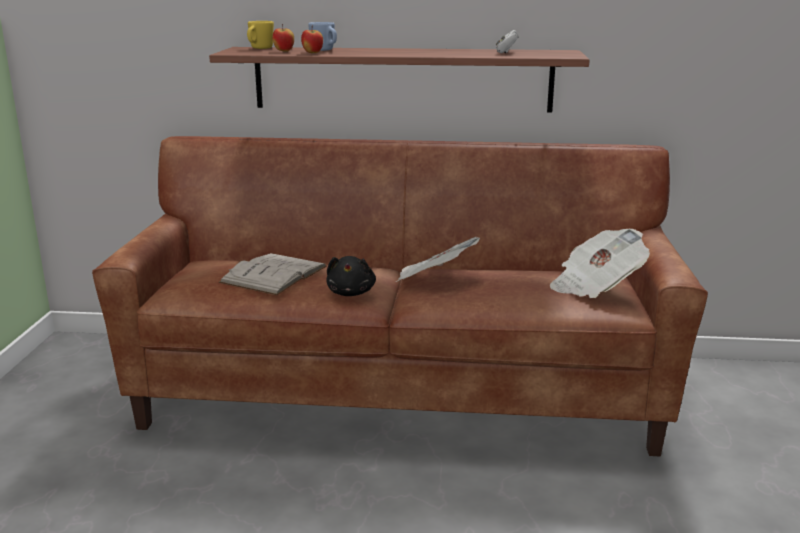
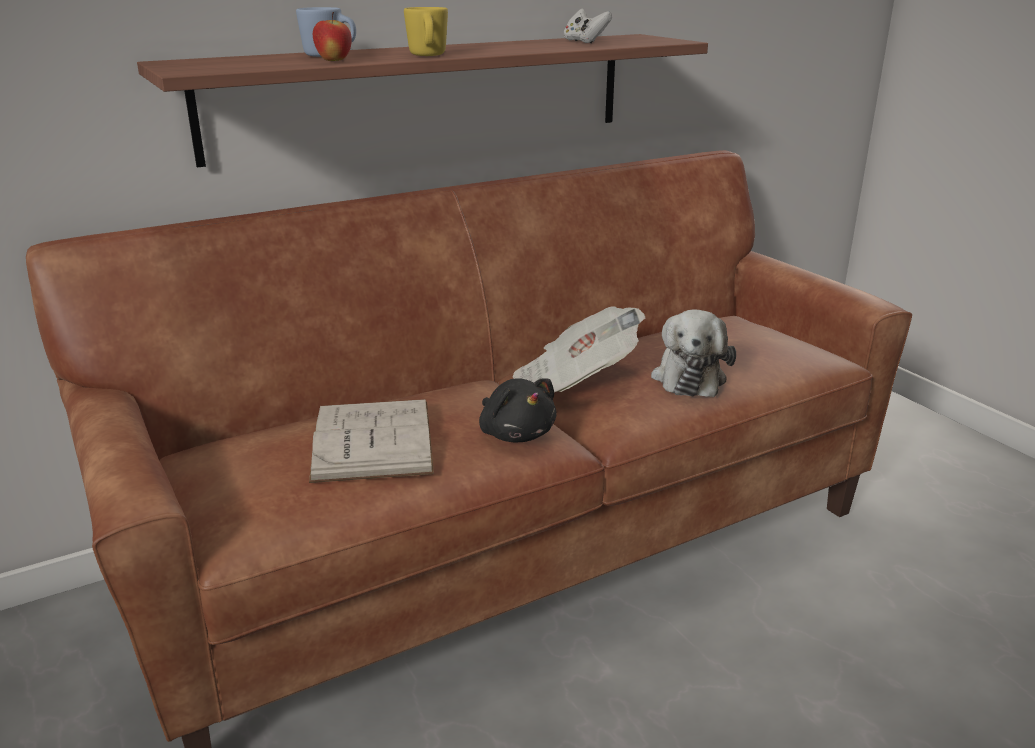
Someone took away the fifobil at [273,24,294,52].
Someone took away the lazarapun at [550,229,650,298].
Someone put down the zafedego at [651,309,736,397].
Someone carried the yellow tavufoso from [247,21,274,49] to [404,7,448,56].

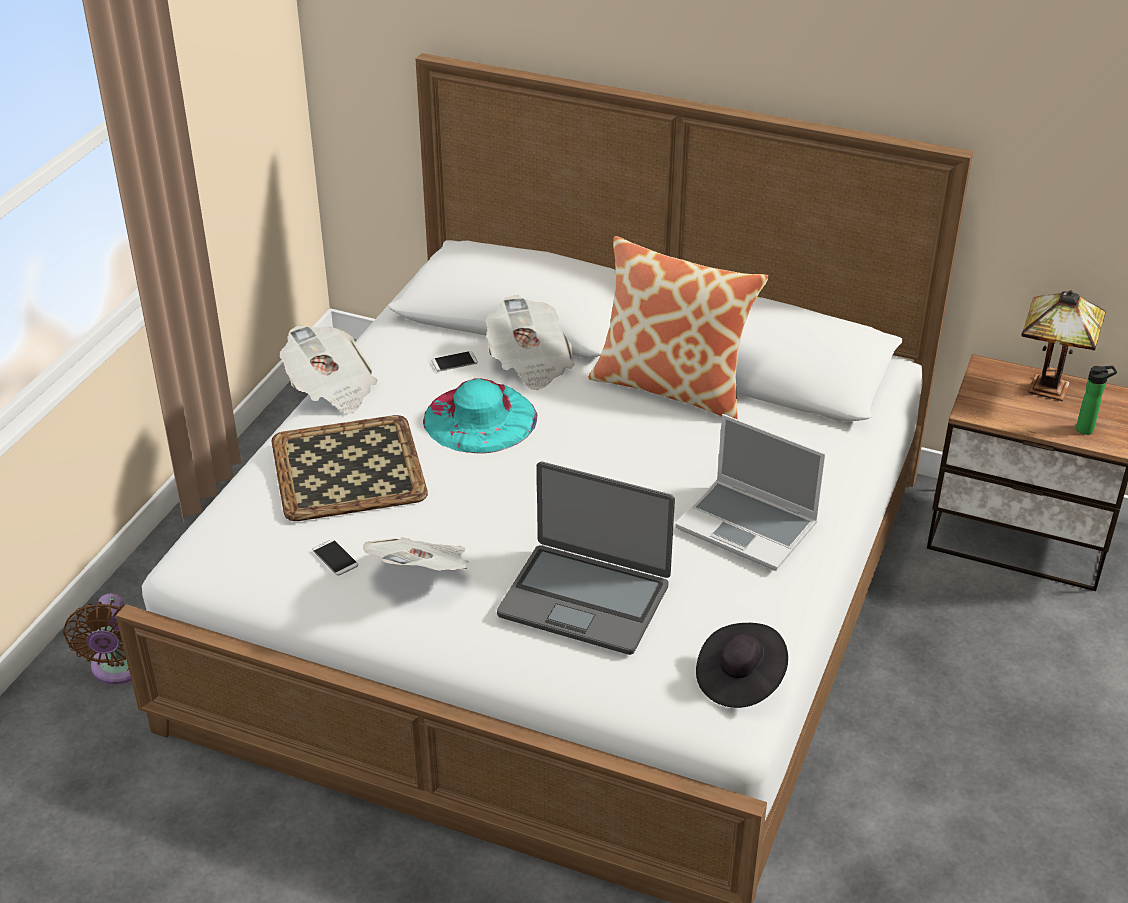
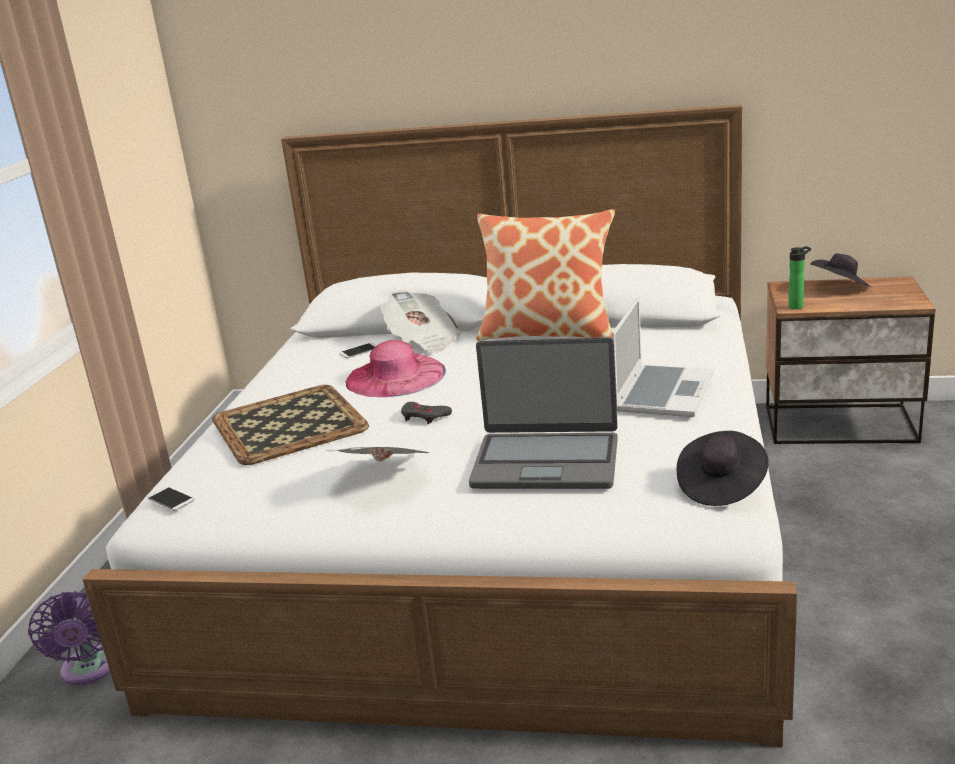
Someone took away the lazarapun at [280,325,378,414].
Someone put down the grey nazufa at [401,402,452,424].
Someone carried the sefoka from [312,539,358,576] to [147,487,194,511].
Someone carried the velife from [1076,366,1117,435] to [788,246,811,309].
Someone swapped the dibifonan at [1021,290,1106,402] for the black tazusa at [811,253,871,287].
Someone repainted the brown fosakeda at [63,593,131,684], which became the purple fosakeda at [28,591,110,685].
Someone repainted the turquoise tazusa at [423,378,537,454], which became the pink tazusa at [346,340,446,397].
Someone rotated the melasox at [675,414,826,571] by 90 degrees counterclockwise.

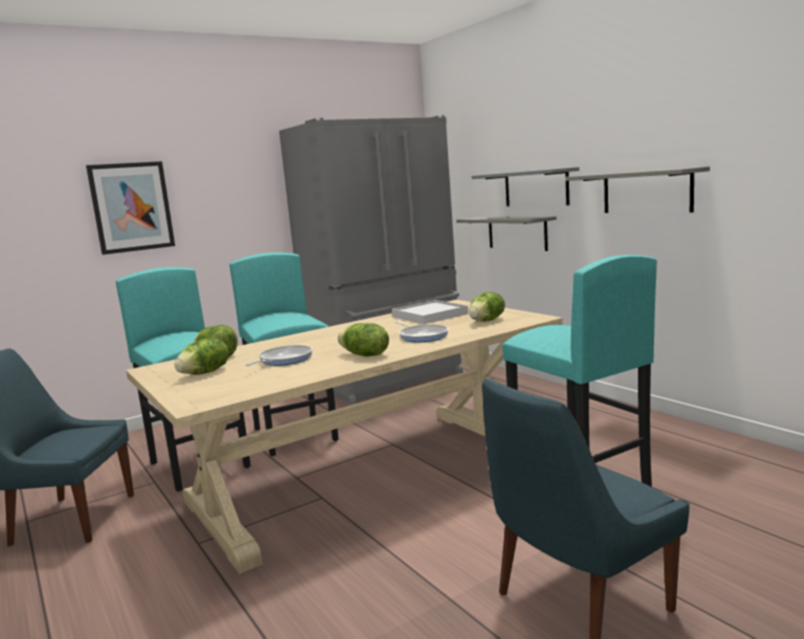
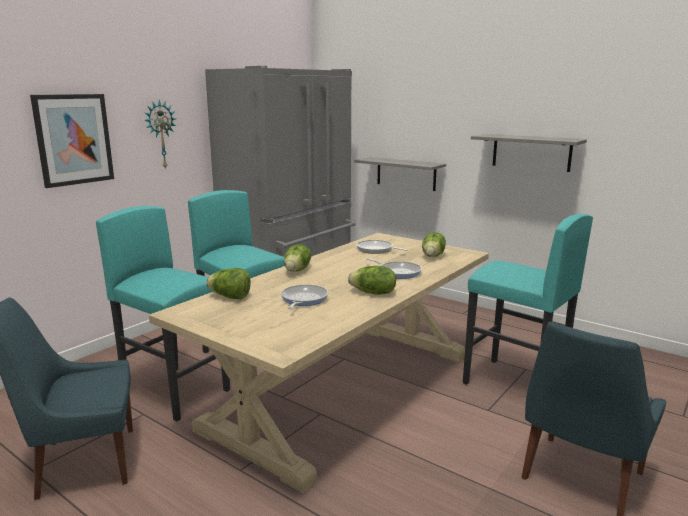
Someone took away the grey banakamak at [472,167,579,206].
Someone put up the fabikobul at [144,100,176,170].
Someone carried the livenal from [174,338,229,375] to [284,244,311,272].
Someone swapped the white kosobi at [392,300,469,324] for the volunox at [356,240,408,254].

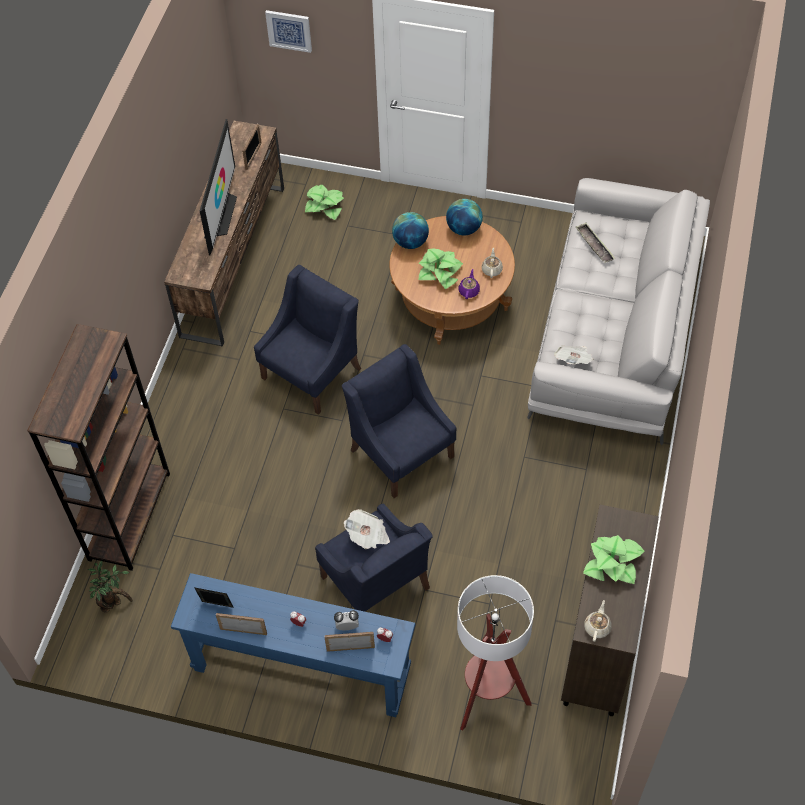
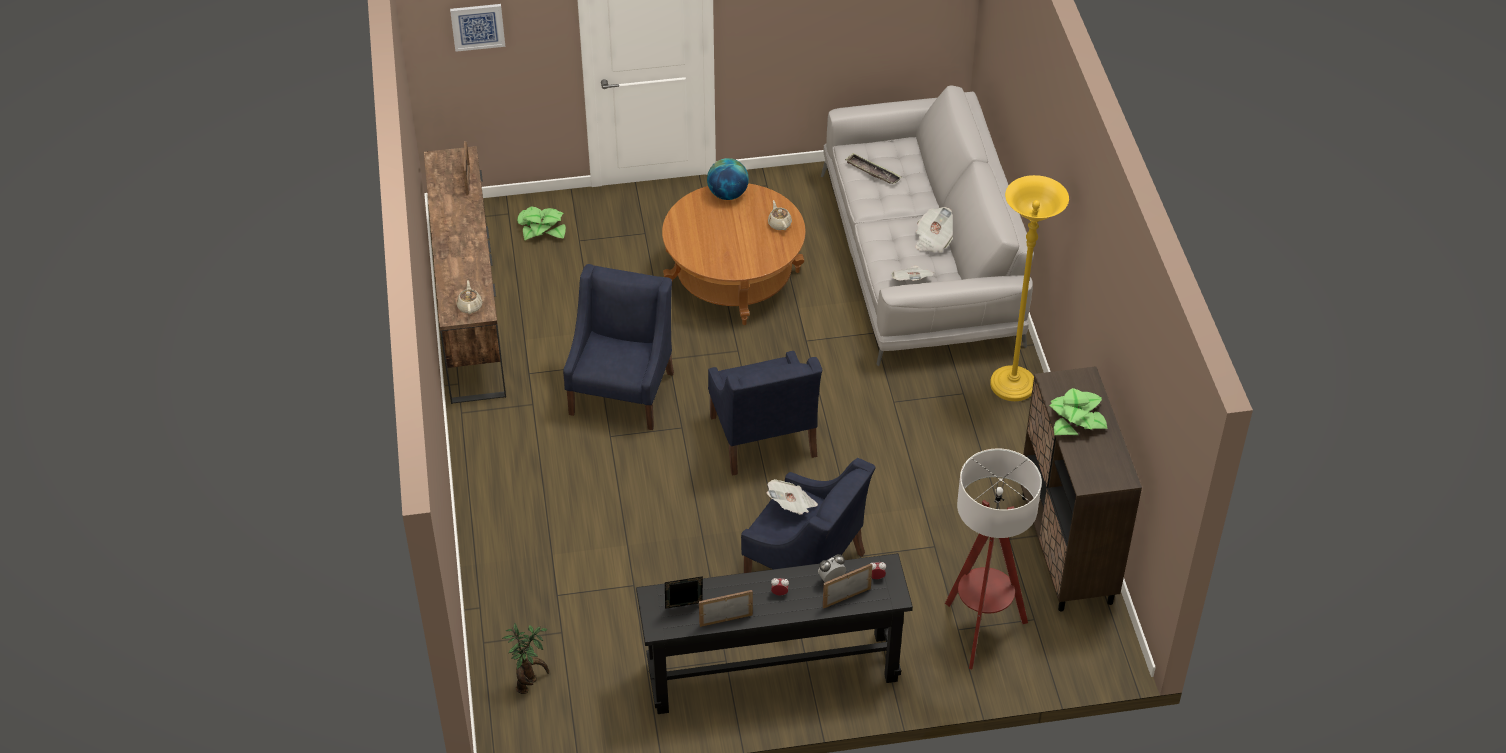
Someone took away the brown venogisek at [27,324,170,571].
Someone took away the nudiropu at [200,119,237,255].
Someone took away the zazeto at [392,212,429,249].
Someone took away the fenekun at [418,248,463,289].
Someone took away the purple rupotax at [459,269,480,299].
Someone put down the lazarapun at [916,207,953,253].
Someone put down the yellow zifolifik at [990,175,1069,401].
Someone carried the beige rupotax from [584,600,612,642] to [456,280,482,314].
Someone repainted the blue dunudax at [171,573,415,717], which became the black dunudax at [636,553,913,714].
Someone rotated the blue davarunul at [342,344,456,498] by 135 degrees counterclockwise.

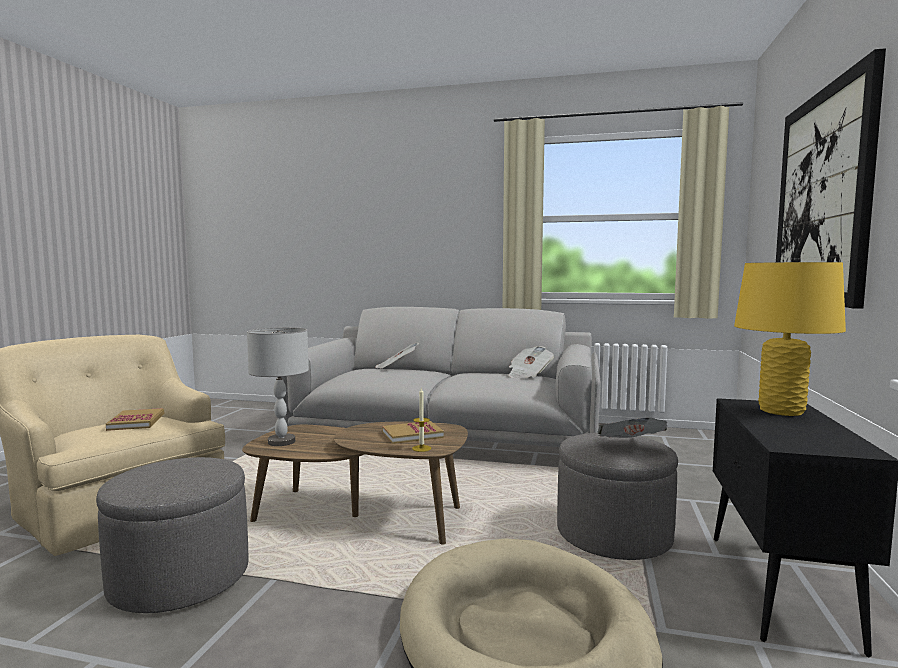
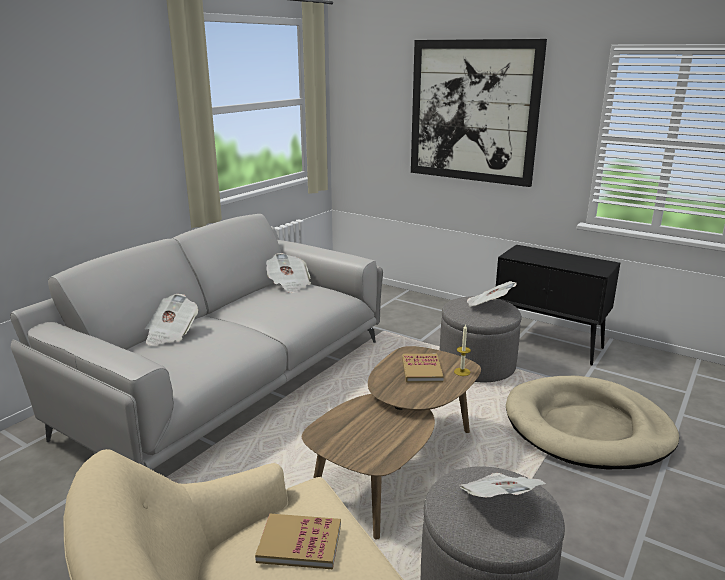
Someone took away the grey dibifonan at [247,327,309,446].
Someone took away the yellow dibifonan at [734,262,846,416].
Someone put down the lazarapun at [460,473,546,497].

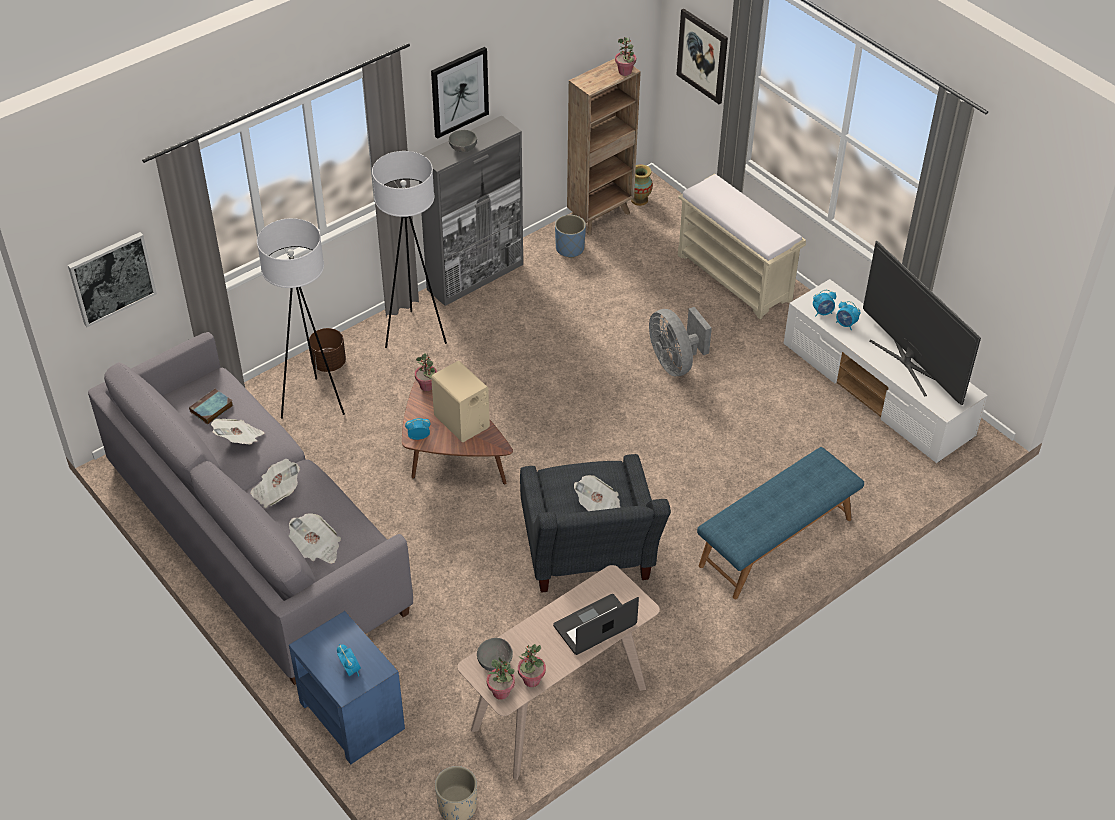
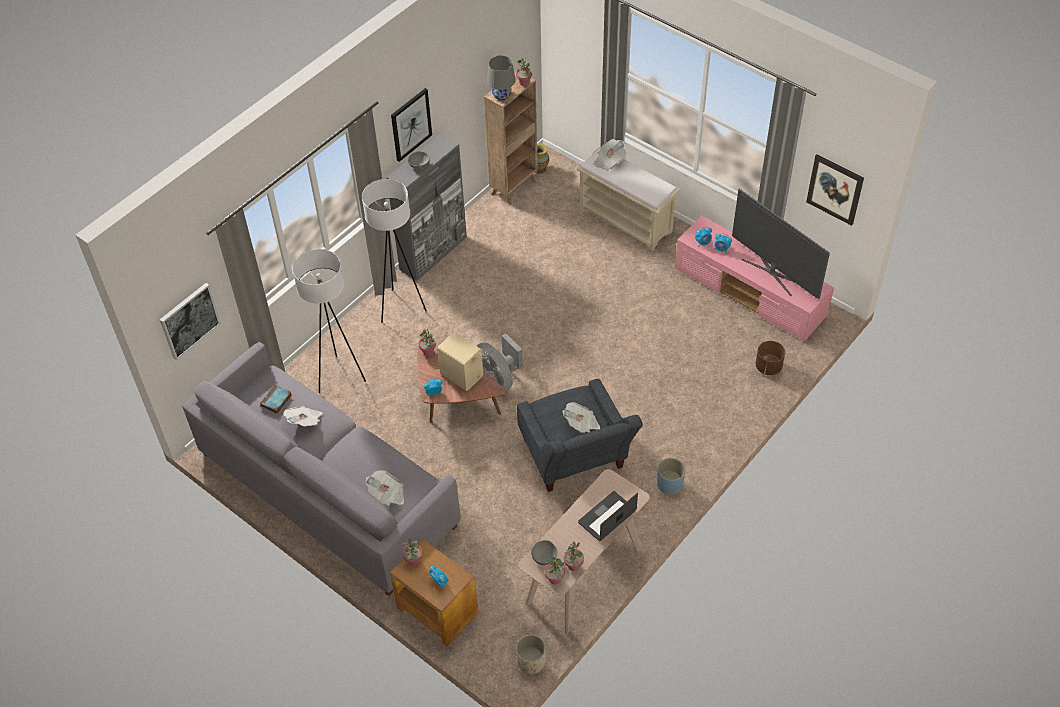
Someone took away the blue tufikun at [697,447,864,599].
Someone put down the fenekun at [402,537,422,565].
Someone put down the grey dibifonan at [487,55,516,101].
Someone carried the lazarapun from [250,459,300,508] to [593,139,626,171].
Someone carried the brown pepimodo from [309,328,346,372] to [756,341,785,375].
Someone carried the blue pepimodo from [555,215,586,258] to [657,458,685,495].
Someone carried the grey fosakeda from [649,307,712,376] to [477,333,523,391].
Someone carried the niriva from [676,9,728,104] to [806,155,864,226].
Someone repainted the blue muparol at [289,611,405,764], which became the brown muparol at [390,539,478,647].
Someone repainted the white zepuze at [783,279,988,463], which became the pink zepuze at [675,216,834,341].

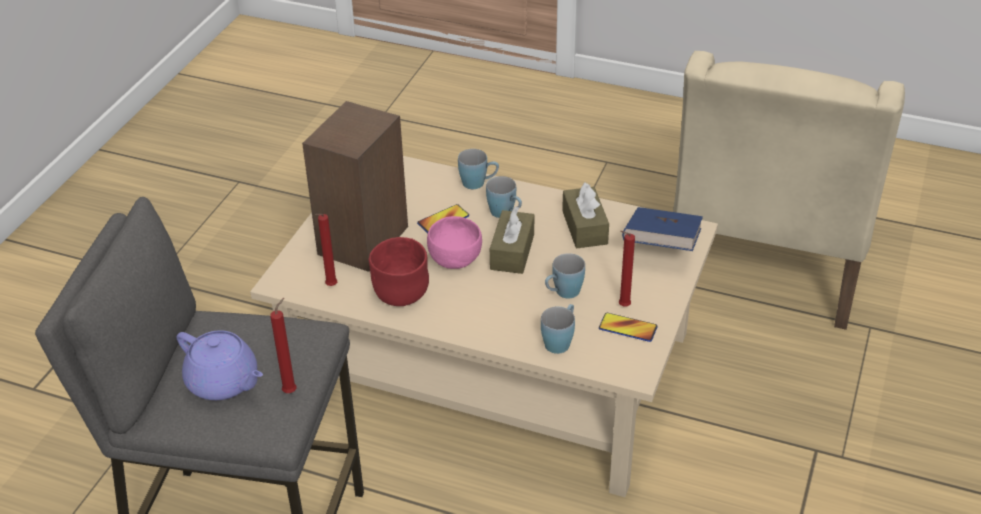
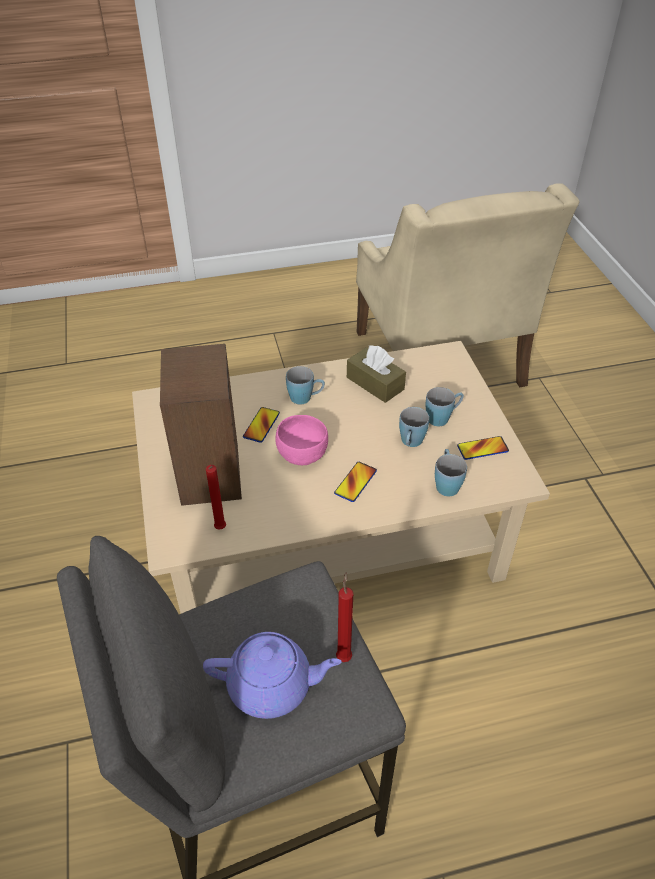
Someone took away the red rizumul at [368,237,429,306].
Someone took away the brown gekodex at [490,207,534,274].
Someone took away the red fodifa at [619,231,635,306].
Someone took away the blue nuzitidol at [622,207,703,251].
Someone put down the sefoka at [334,462,377,502].
Someone carried the blue tavufoso from [458,149,499,189] to [426,387,464,426].

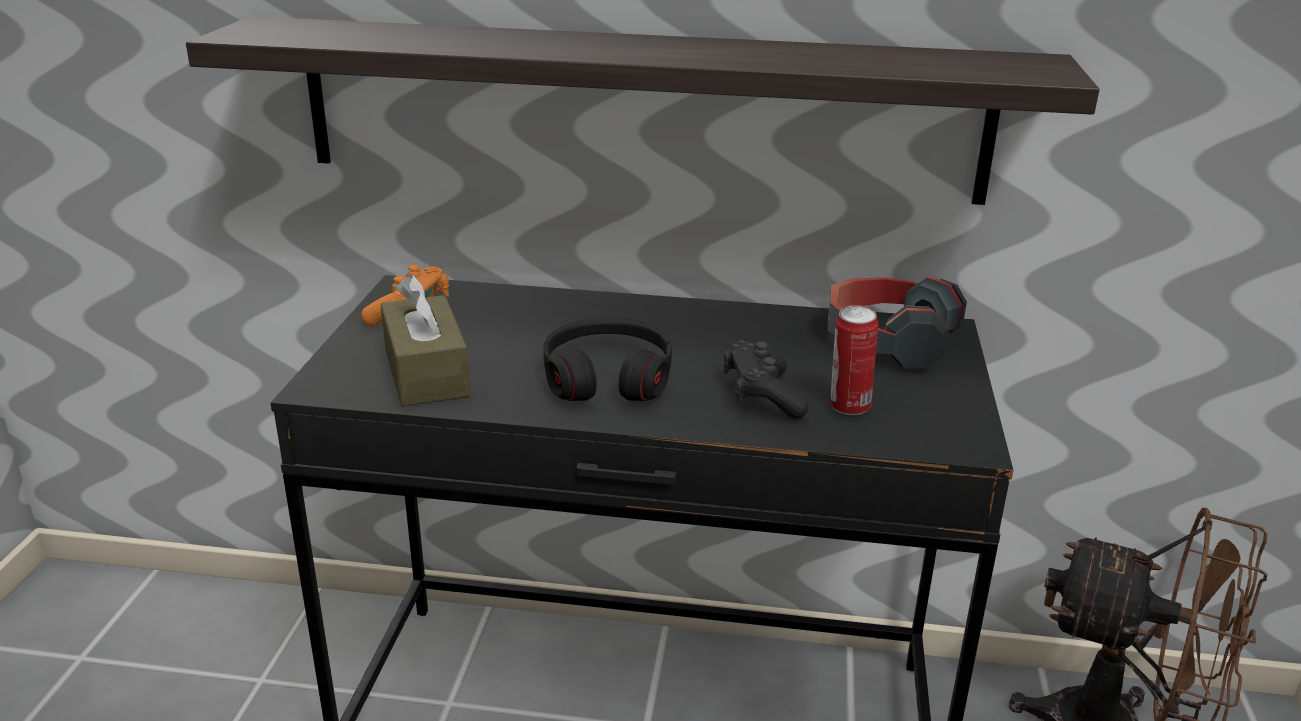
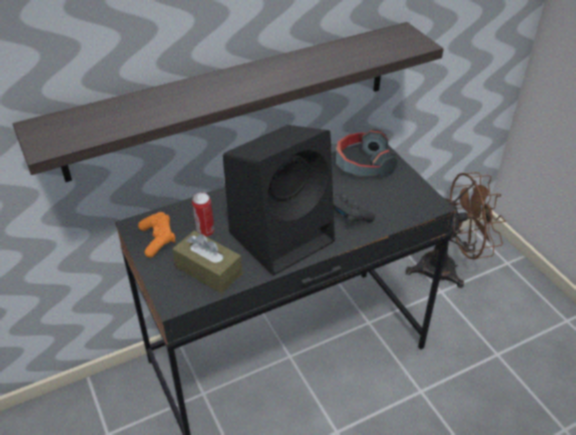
Someone carried the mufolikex from [830,305,879,415] to [192,192,215,237].
Someone swapped the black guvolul at [543,317,672,401] for the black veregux at [223,125,335,276].

